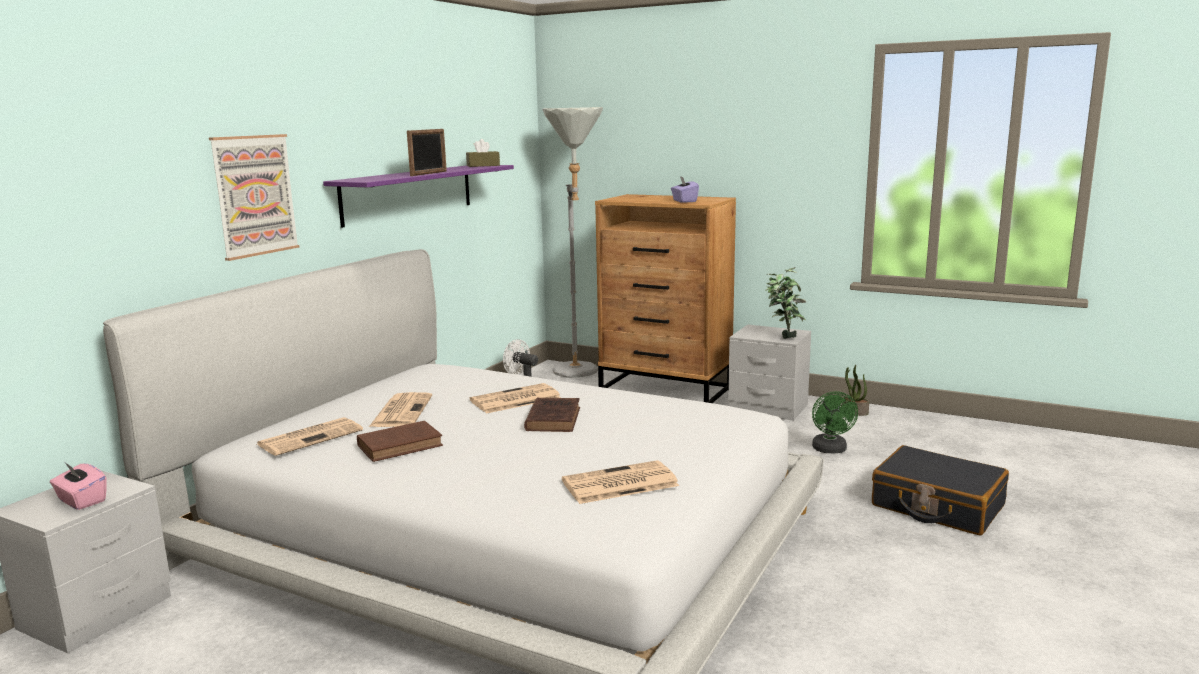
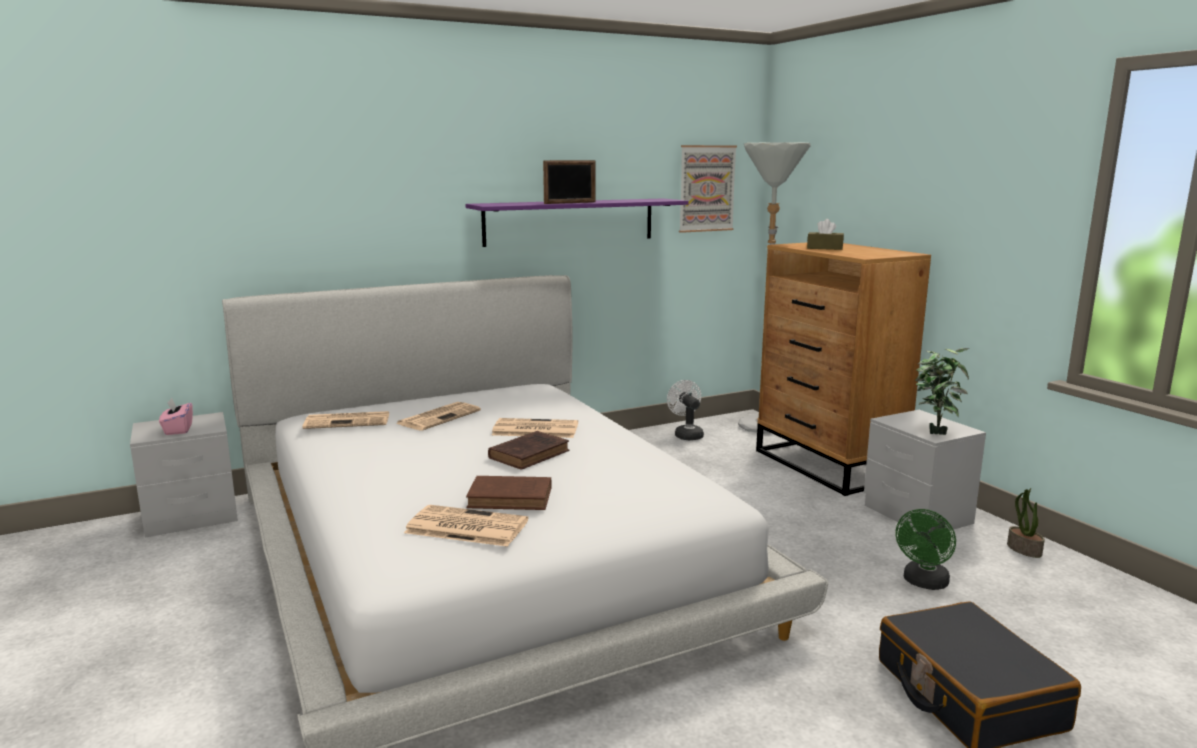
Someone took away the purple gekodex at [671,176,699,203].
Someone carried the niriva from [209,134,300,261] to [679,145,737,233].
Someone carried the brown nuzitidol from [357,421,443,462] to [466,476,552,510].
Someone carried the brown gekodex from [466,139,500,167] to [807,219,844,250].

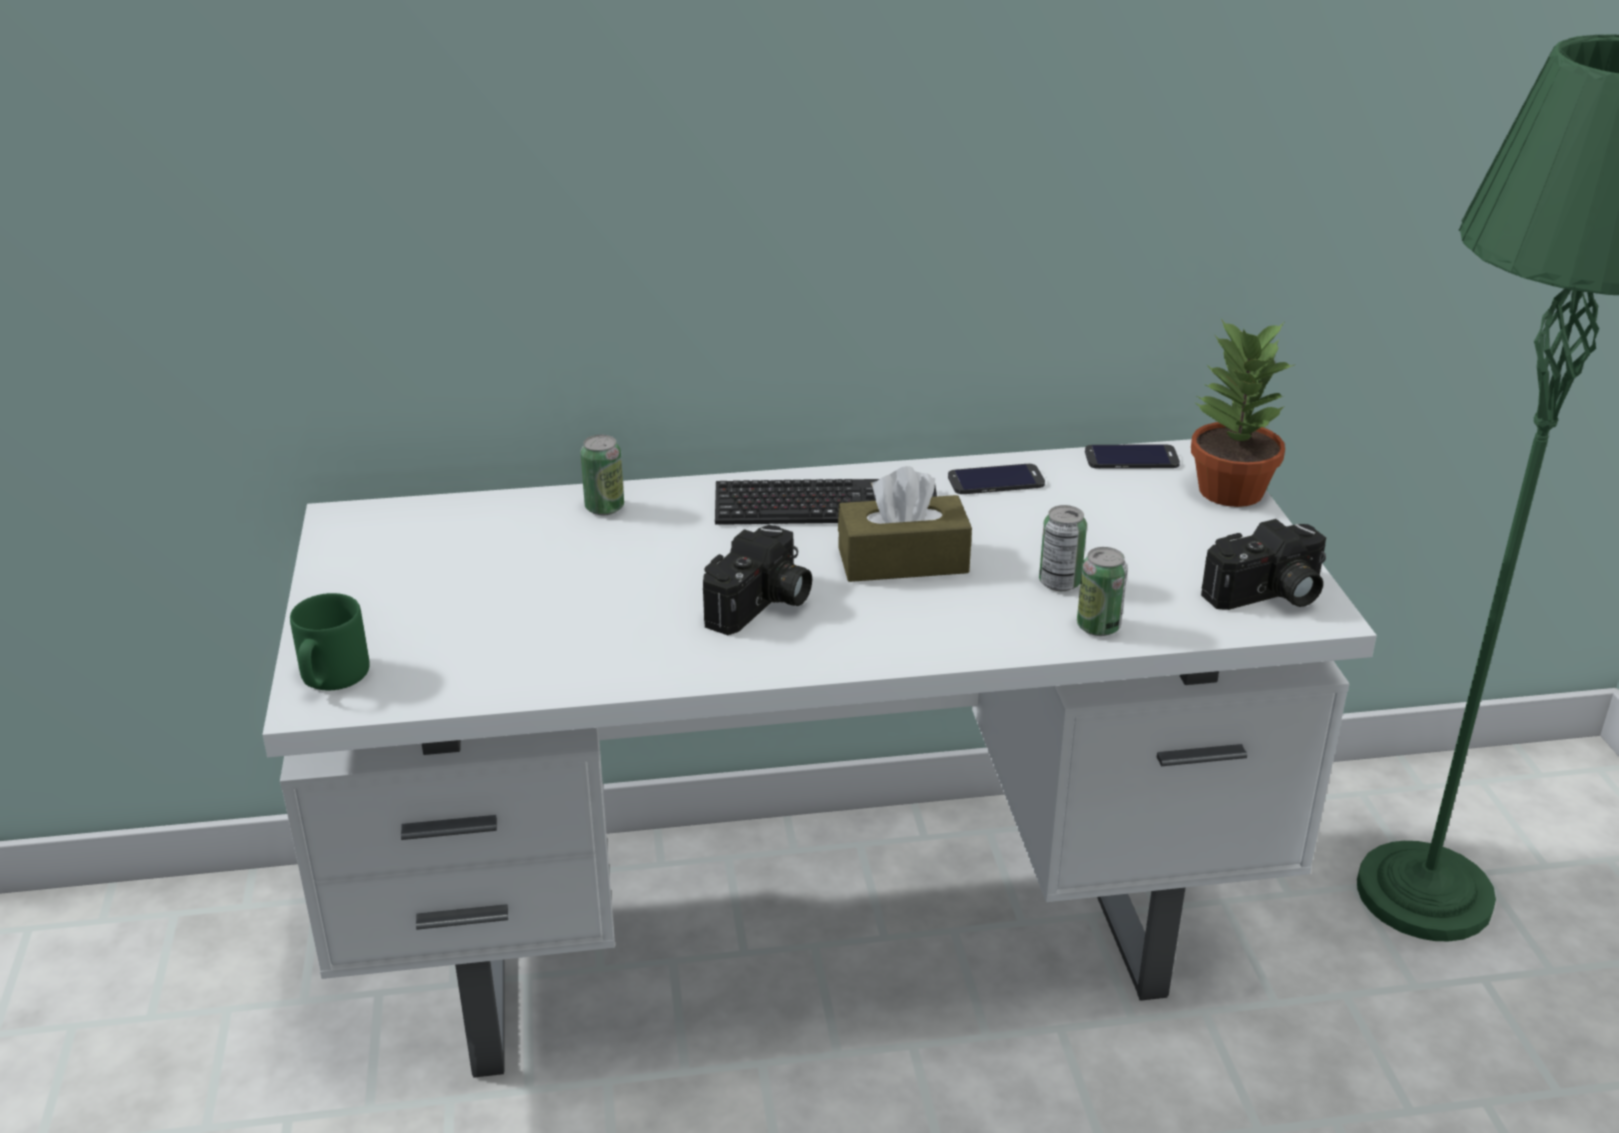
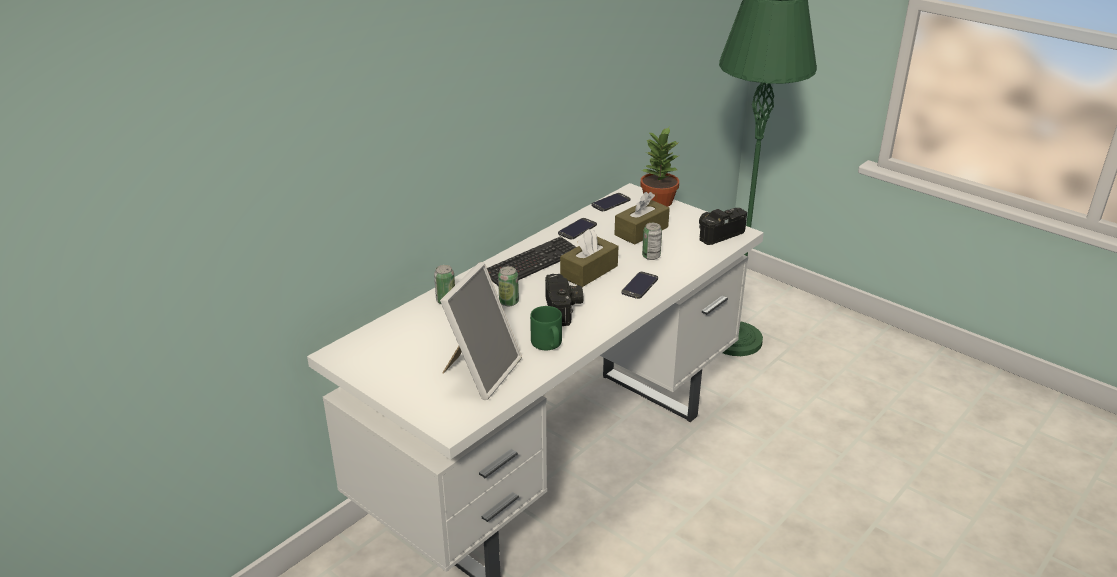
Someone put down the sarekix at [440,262,522,400].
Someone put down the brown gekodex at [614,192,670,245].
Someone put down the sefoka at [621,272,658,299].
Someone carried the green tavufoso from [290,593,370,691] to [530,306,562,350].
Someone carried the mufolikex from [1077,547,1128,636] to [498,266,519,306].
Someone rotated the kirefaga at [1201,519,1326,610] by 150 degrees counterclockwise.

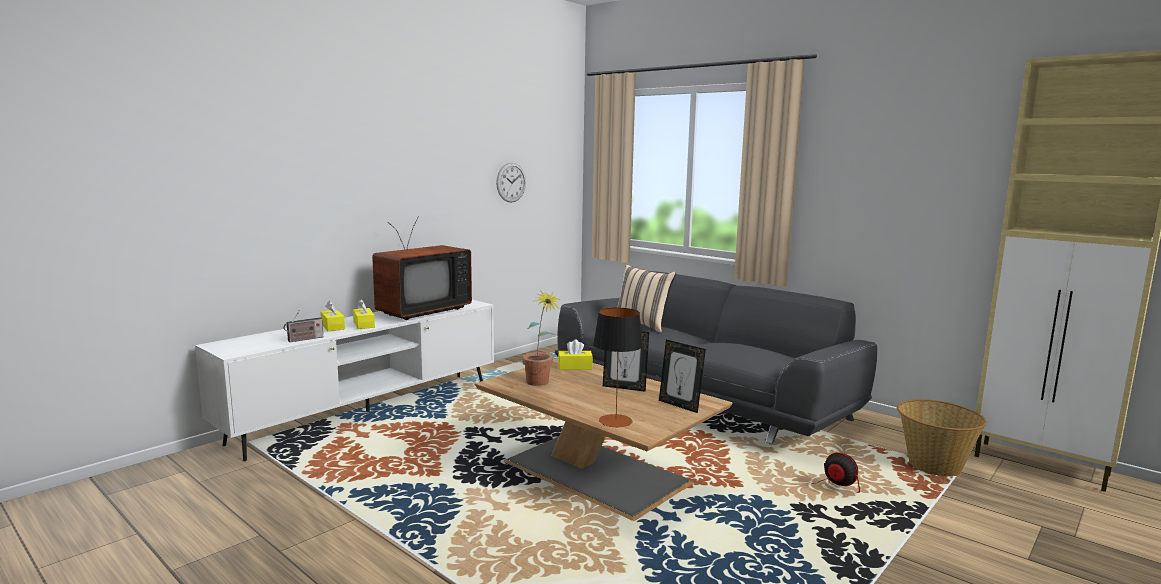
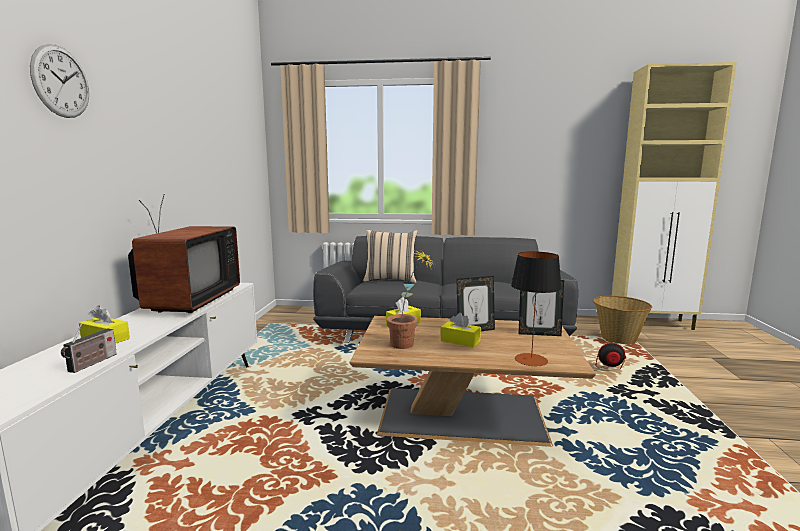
Someone carried the yellow gekodex from [353,299,375,329] to [441,313,481,348].
Someone carried the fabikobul from [496,163,526,203] to [30,44,89,118].

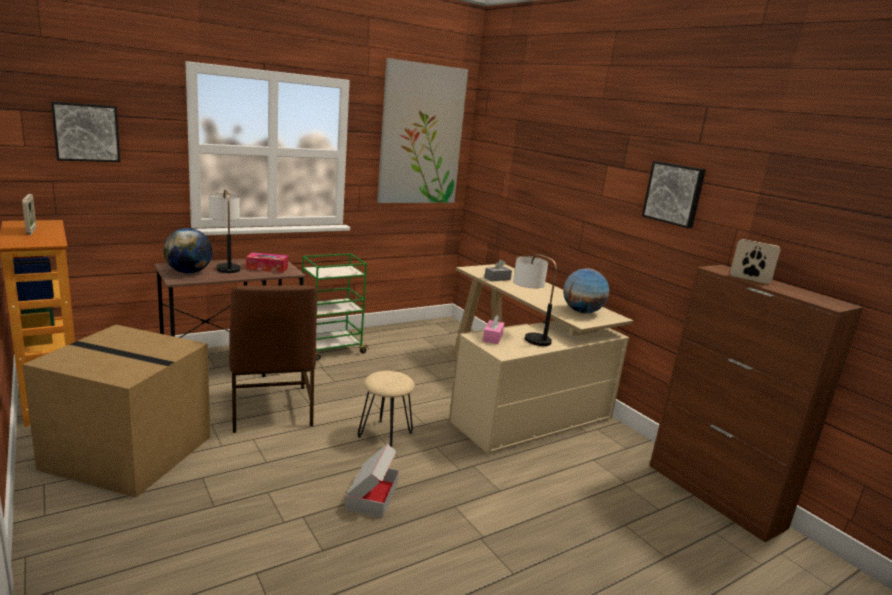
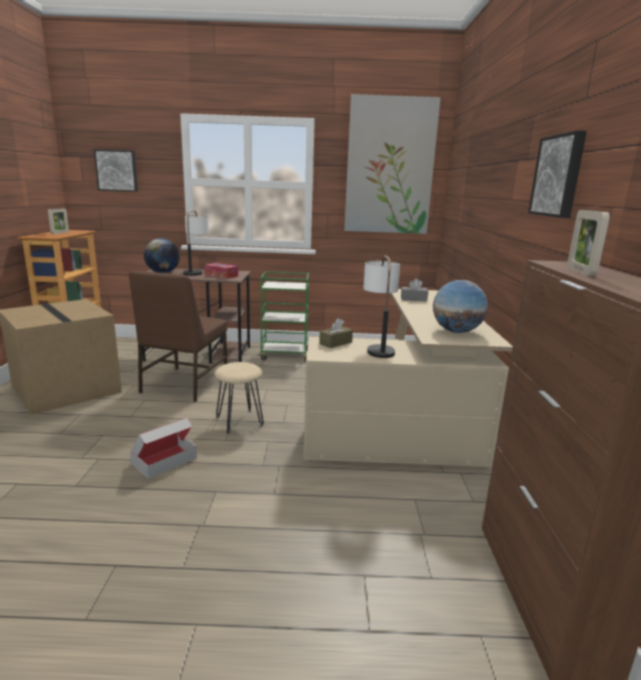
Someone repainted the pink gekodex at [483,314,504,344], which became the brown gekodex at [319,318,353,348].
Someone rotated the sarekix at [730,239,780,284] by 150 degrees counterclockwise.

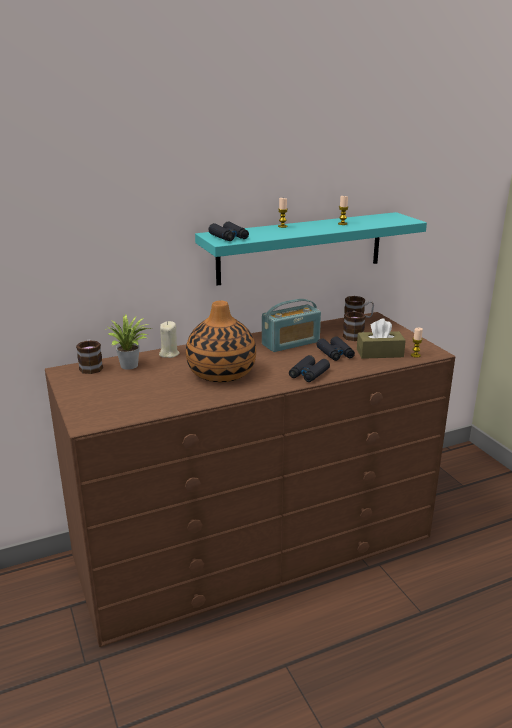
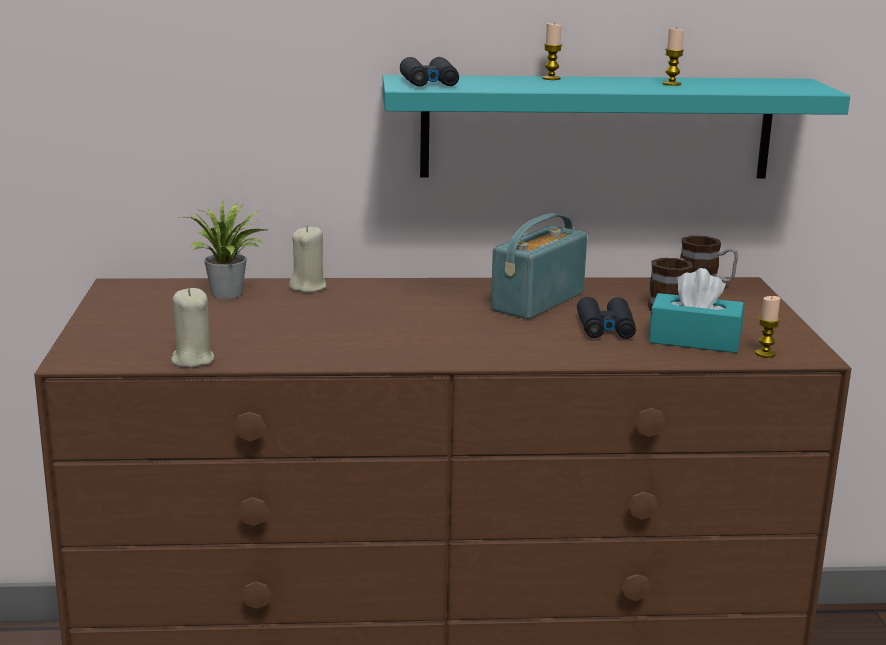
Someone took away the tavufoso at [76,340,103,374].
Someone took away the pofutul at [186,301,256,382].
Someone took away the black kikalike at [289,355,330,382].
Someone put down the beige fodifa at [171,288,214,368].
Someone repainted the brown gekodex at [357,318,406,359], which became the turquoise gekodex at [649,268,744,353].
Someone rotated the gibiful at [262,299,321,352] by 135 degrees clockwise.

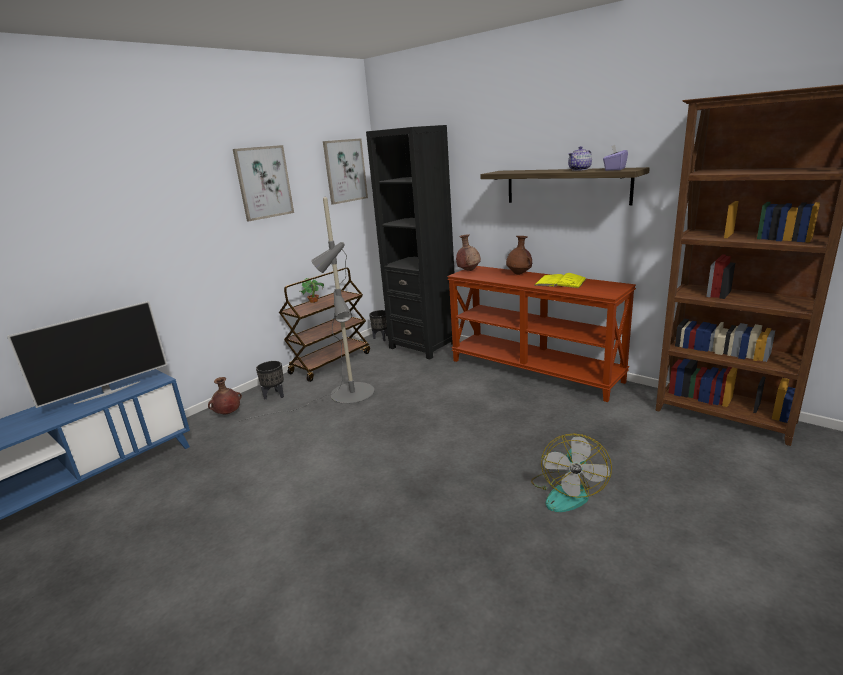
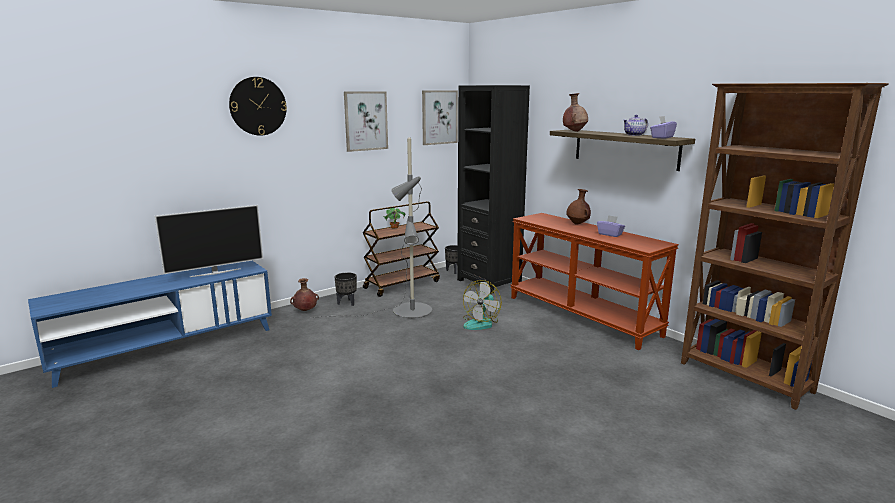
Someone put up the fabikobul at [229,77,287,136].
Someone carried the brown pofutul from [456,234,481,271] to [563,93,588,132].
Someone carried the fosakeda from [531,434,612,512] to [463,280,502,330].
Someone swapped the yellow nuzitidol at [534,273,587,288] for the purple gekodex at [597,215,625,237].

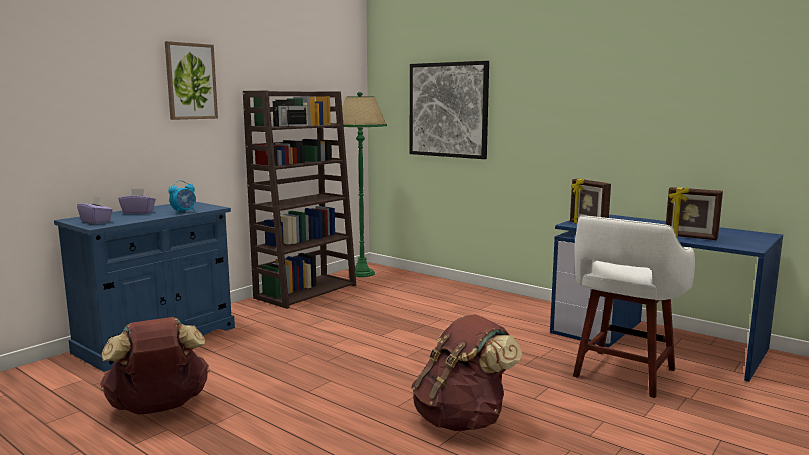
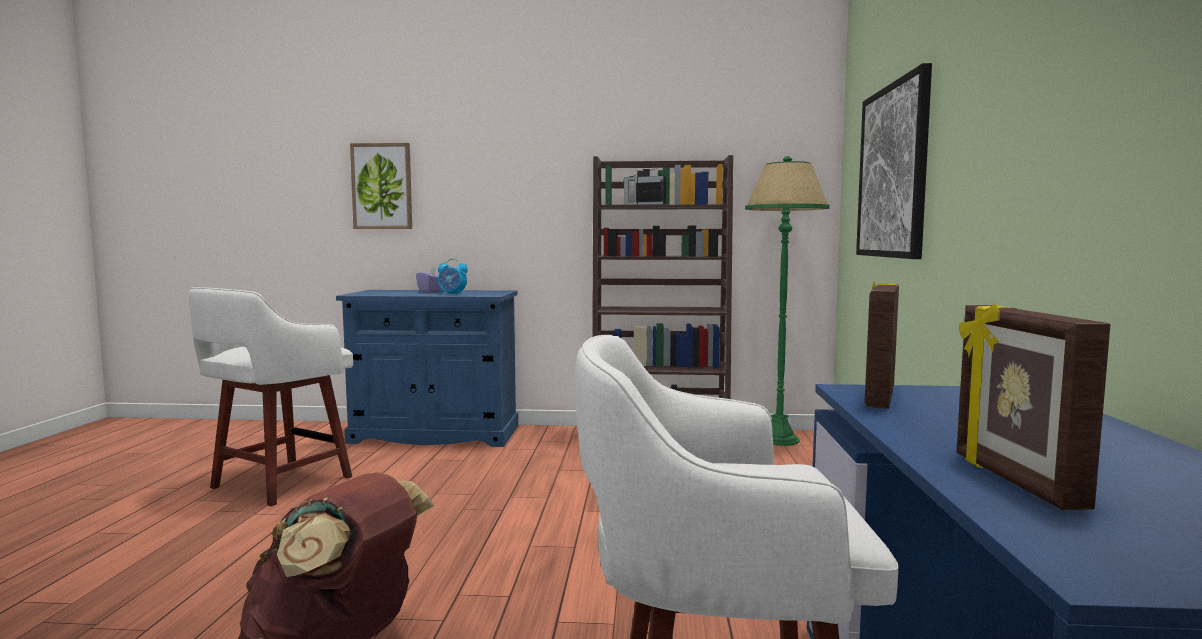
Someone took away the purple gekodex at [77,196,113,224].
Someone carried the niriva from [165,41,218,120] to [350,143,412,229].
Someone swapped the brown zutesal at [100,317,210,415] for the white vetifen at [189,287,353,506].

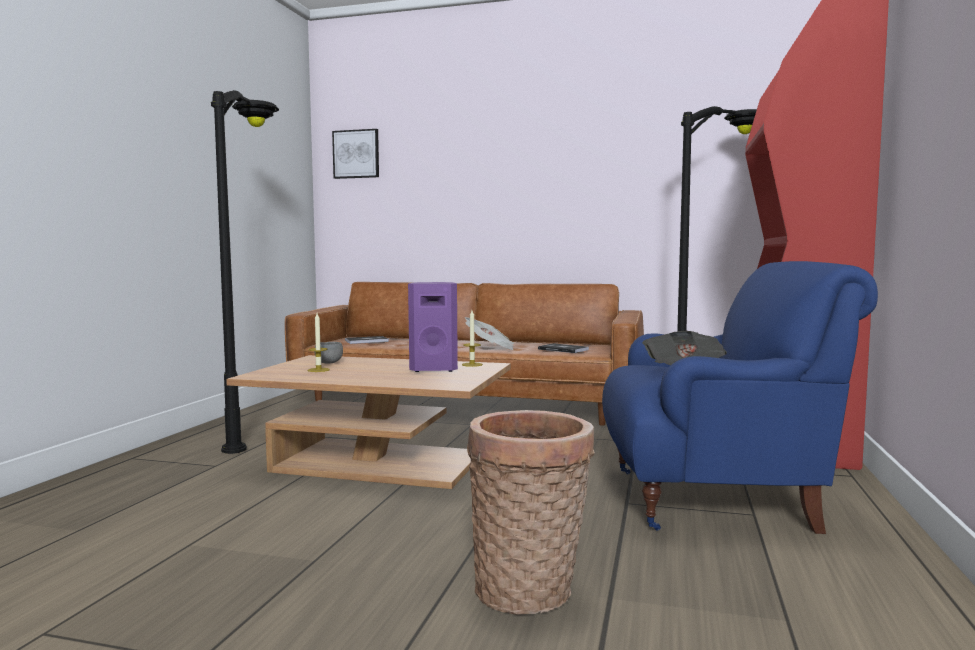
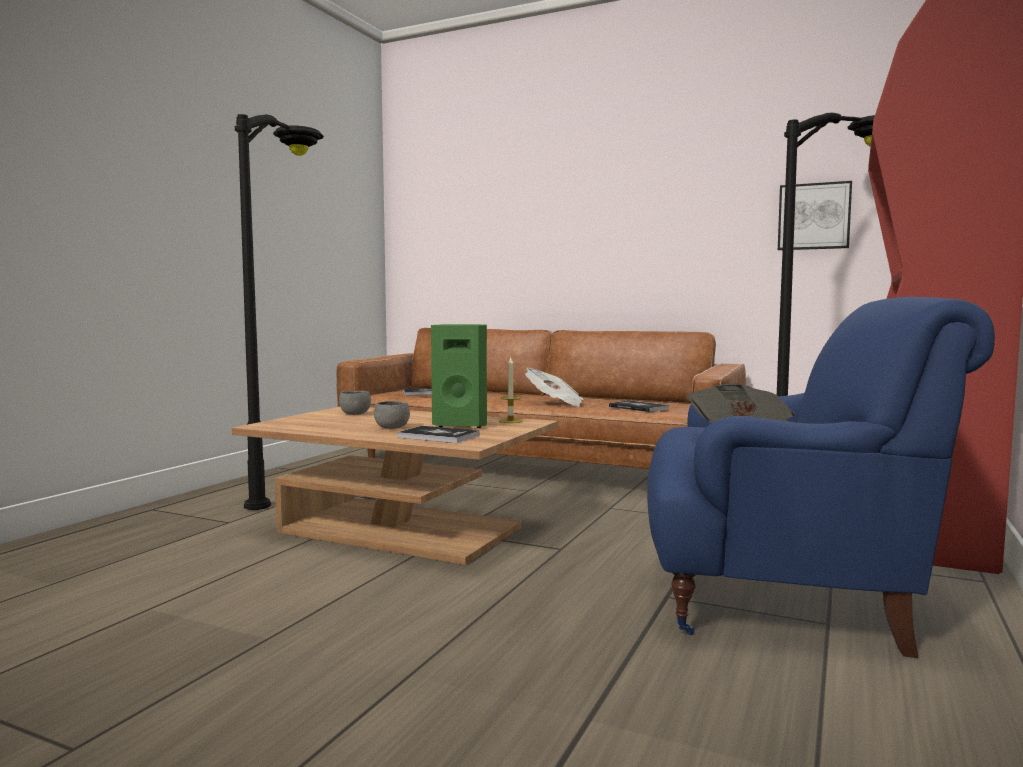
Someone took away the fodifa at [308,313,330,372].
Someone took away the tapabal at [467,410,595,615].
Someone put down the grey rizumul at [374,401,410,429].
Someone put down the nuzitidol at [397,426,479,443].
Someone carried the niriva from [332,129,379,179] to [778,181,852,250].
Someone repainted the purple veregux at [408,282,458,372], which became the green veregux at [431,324,487,428].

